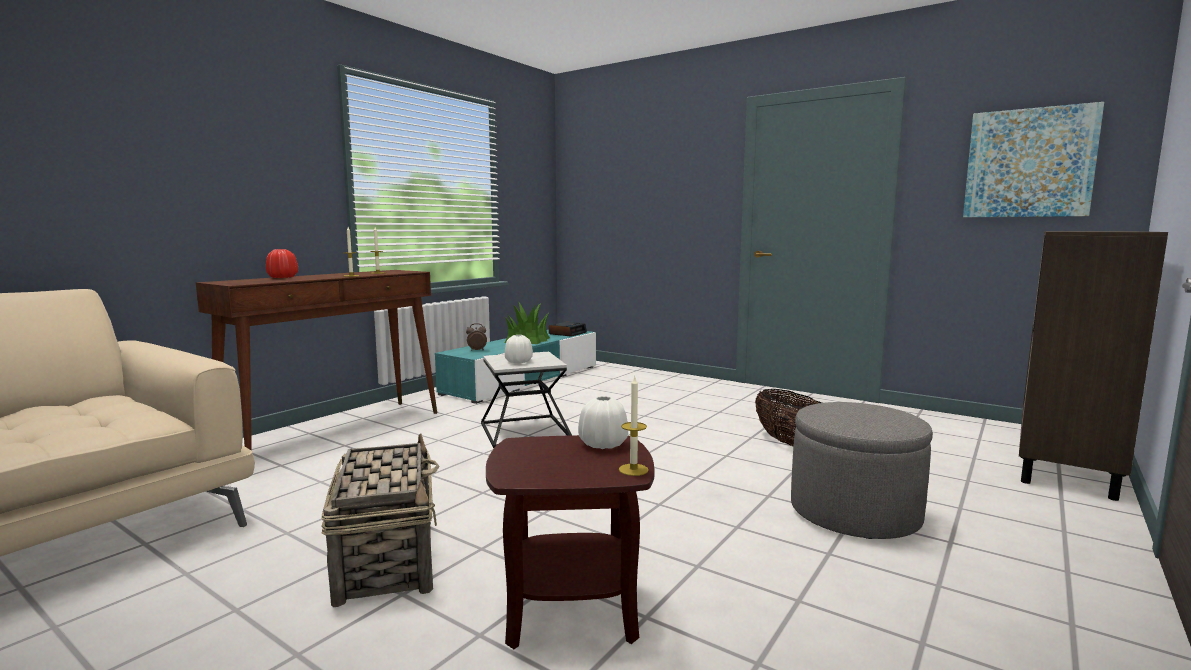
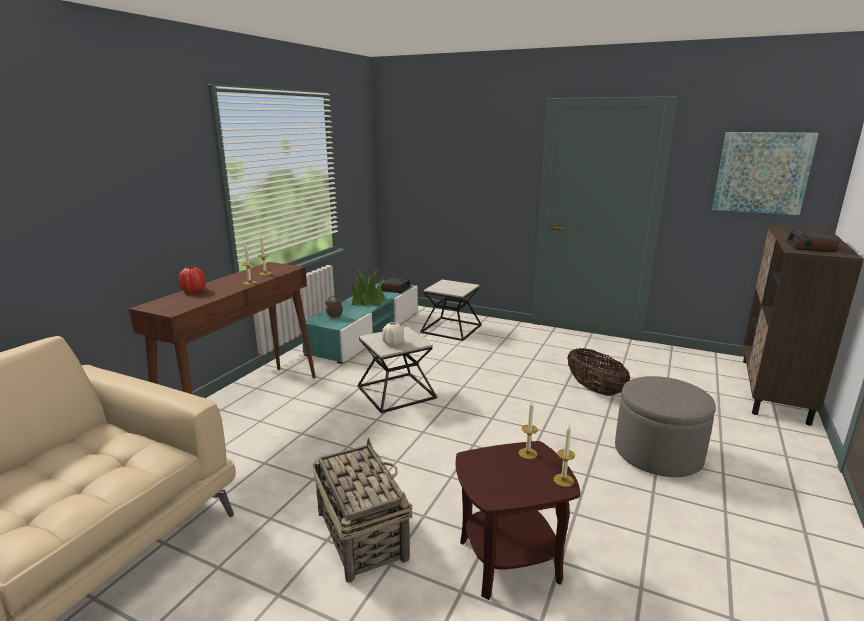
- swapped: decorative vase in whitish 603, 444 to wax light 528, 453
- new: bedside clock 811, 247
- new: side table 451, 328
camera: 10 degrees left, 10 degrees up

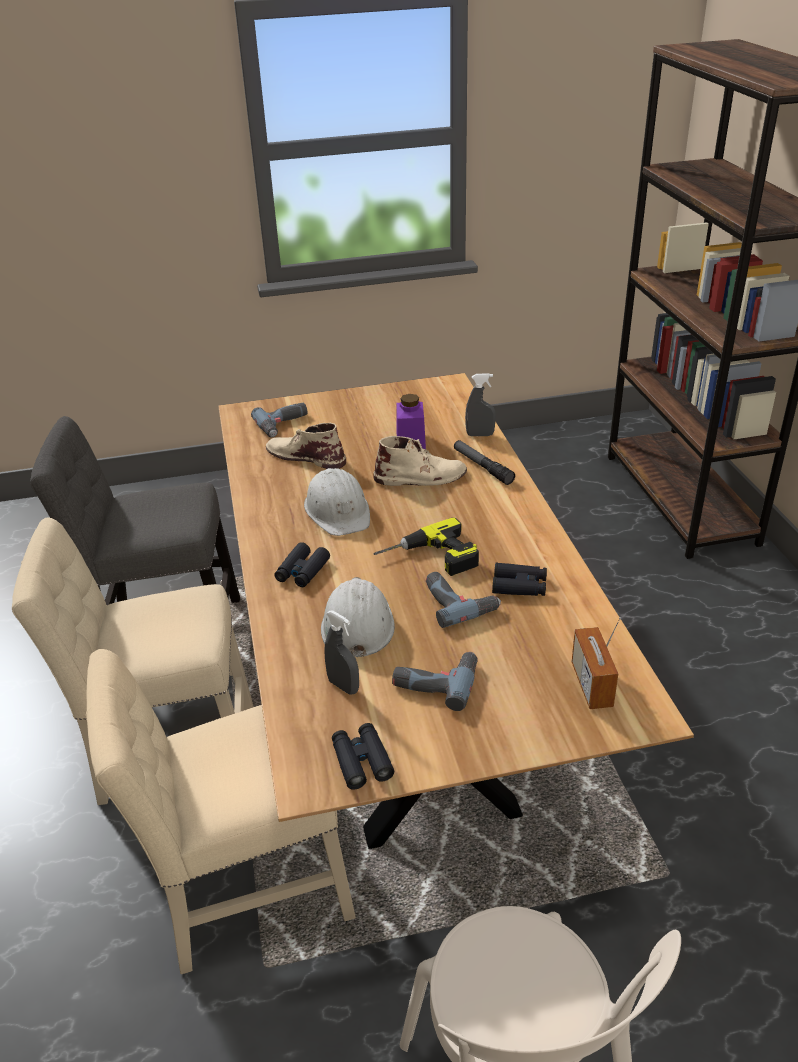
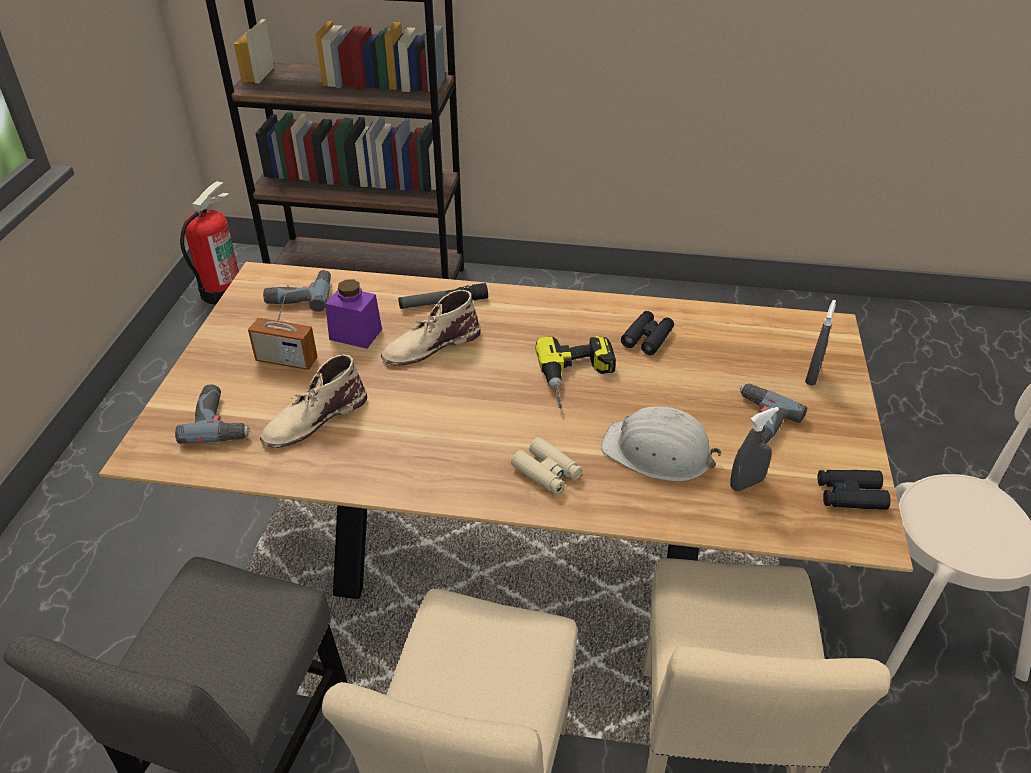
- shifted: spray bottle in grey 480, 435 to 812, 376
- rotated: high-top boot in beige-coloured 421, 477 = 430, 345 135 degrees counterclockwise
- gone: hard hat in whitish 338, 510
- repainted: field glasses in blackish 302, 571 to field glasses in beige-coloured 547, 472
- shifted: power drill 458, 602 to 300, 295
- shifted: radio receiver 591, 685 to 286, 360
- new: fire extinguisher 222, 291
camera: 70 degrees left, 5 degrees up

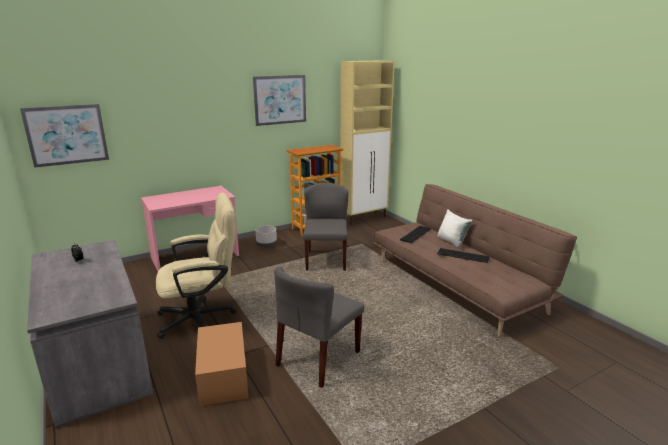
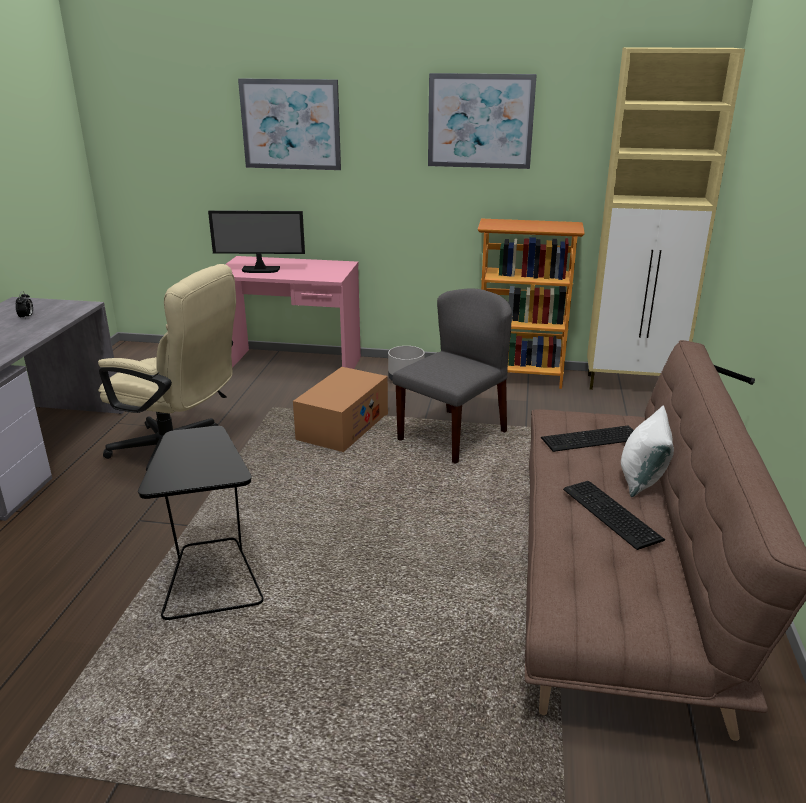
- shifted: picture 67, 135 to 291, 124
- swapped: upright chair in grey 318, 359 to side table in blackish 211, 578
- shifted: carton 223, 375 to 343, 427
- new: computer display 260, 270
camera: 40 degrees right, 5 degrees up

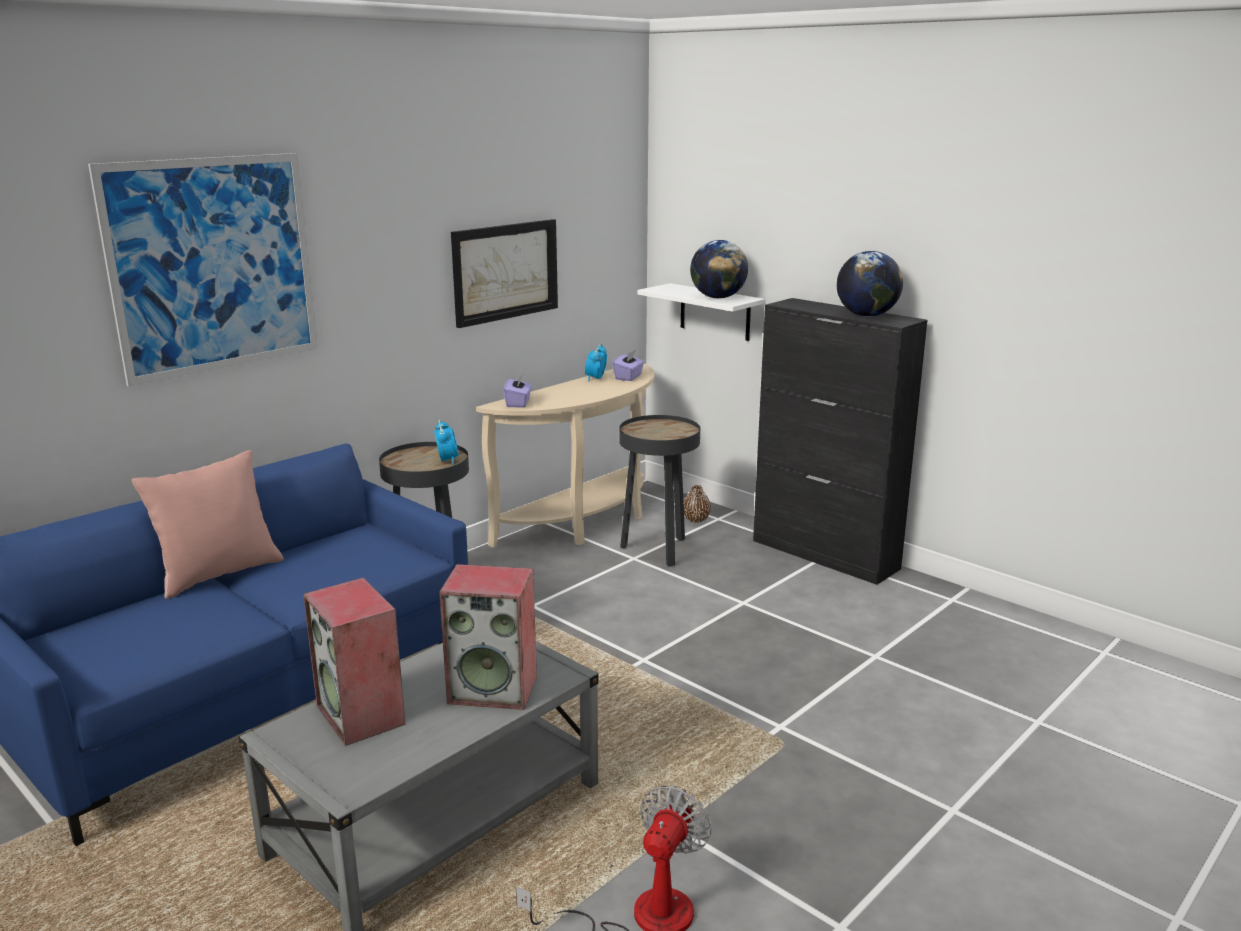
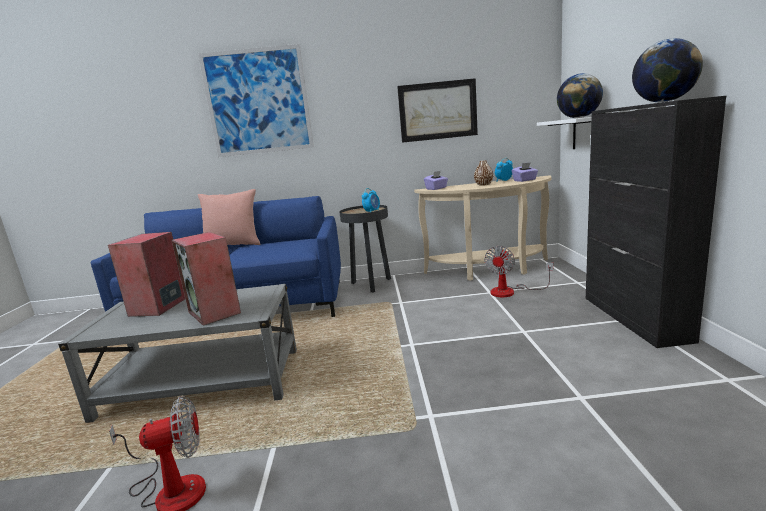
- swapped: side table in blackish 658, 550 to cooling fan 510, 291
- shifted: decorative vase in brown 696, 519 to 483, 184
camera: 45 degrees right, 5 degrees down

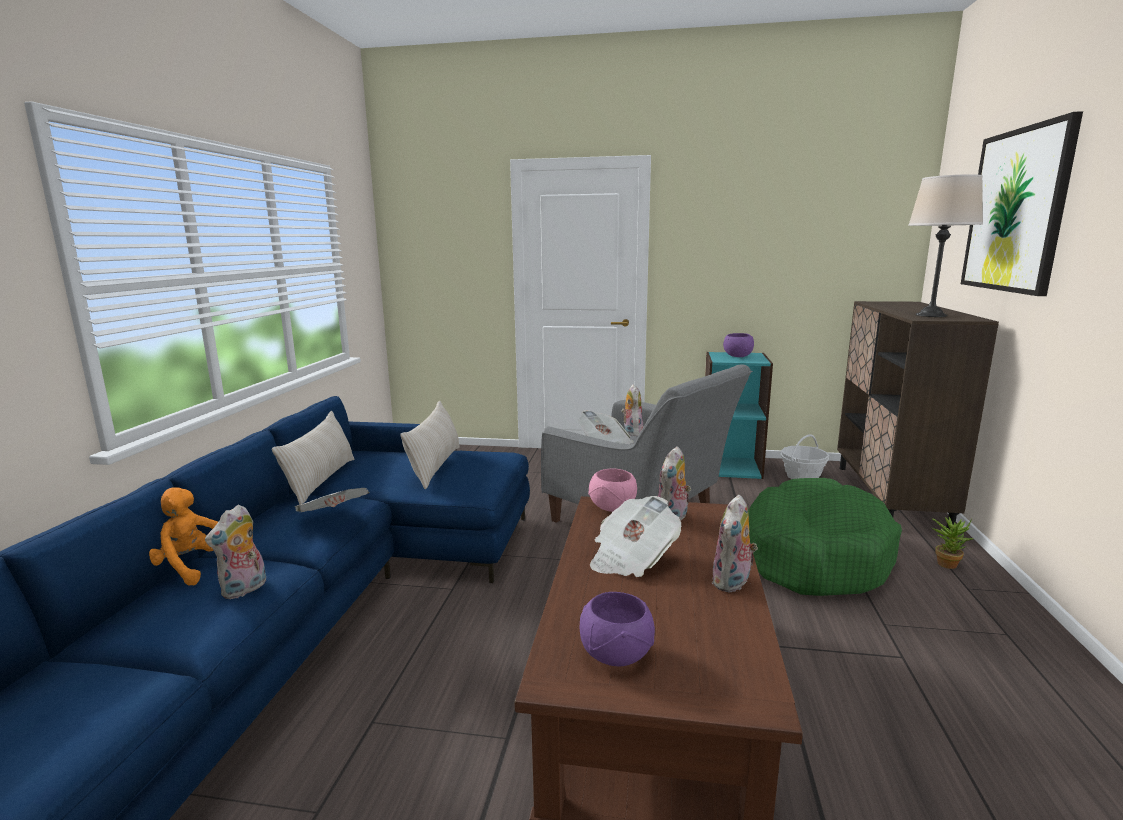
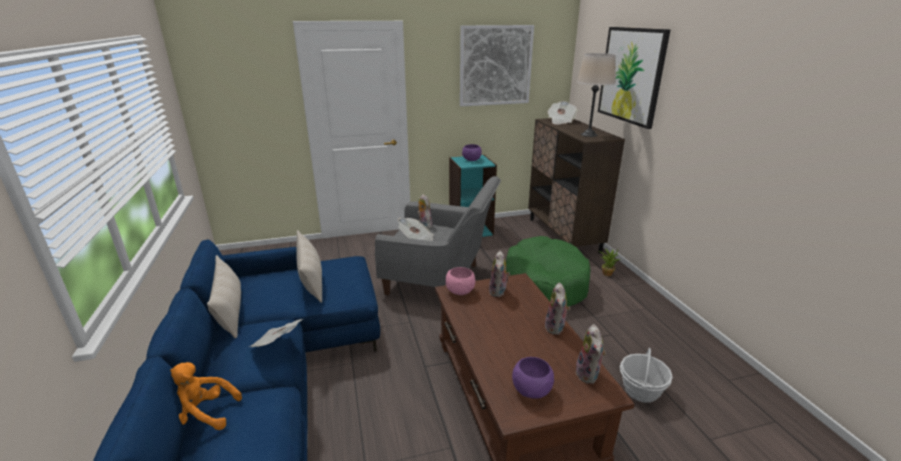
- shifted: household basket 802, 477 to 641, 390
- shifted: printed paper 631, 558 to 560, 121
- shifted: soft toy 244, 590 to 589, 375
- new: picture 495, 66
camera: 25 degrees left, 10 degrees up

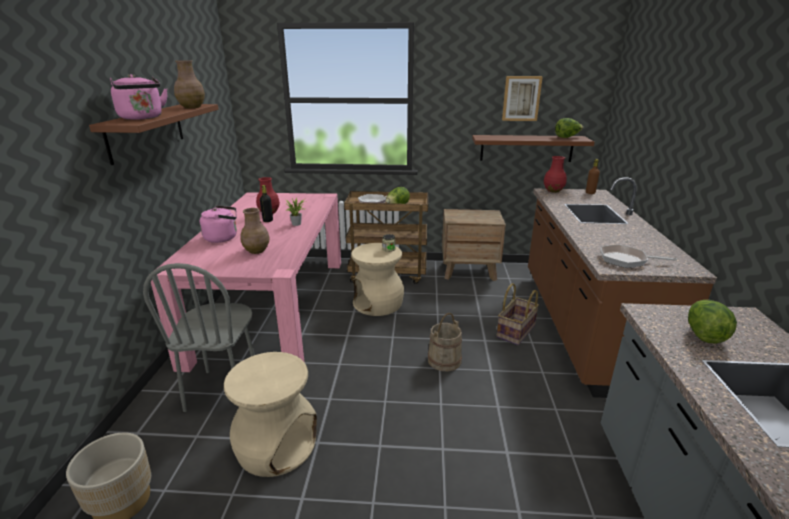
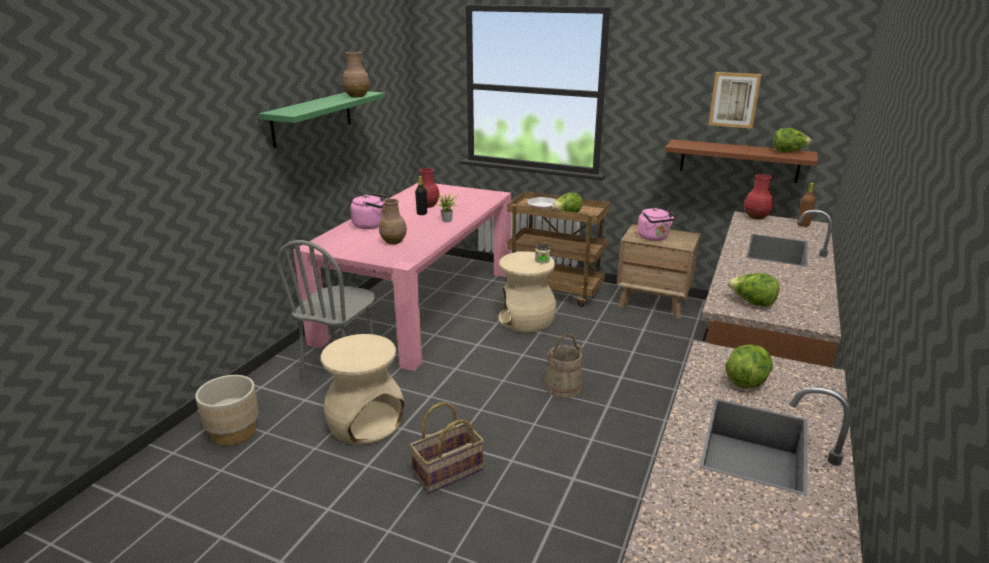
- shifted: kettle in pinkish 142, 118 to 654, 237
- repainted: shelf in brown 146, 131 to shelf in greenish 312, 118
- swapped: frying pan 626, 260 to lettuce 752, 303
- shifted: household basket 516, 332 to 448, 473
camera: 20 degrees right, 0 degrees up

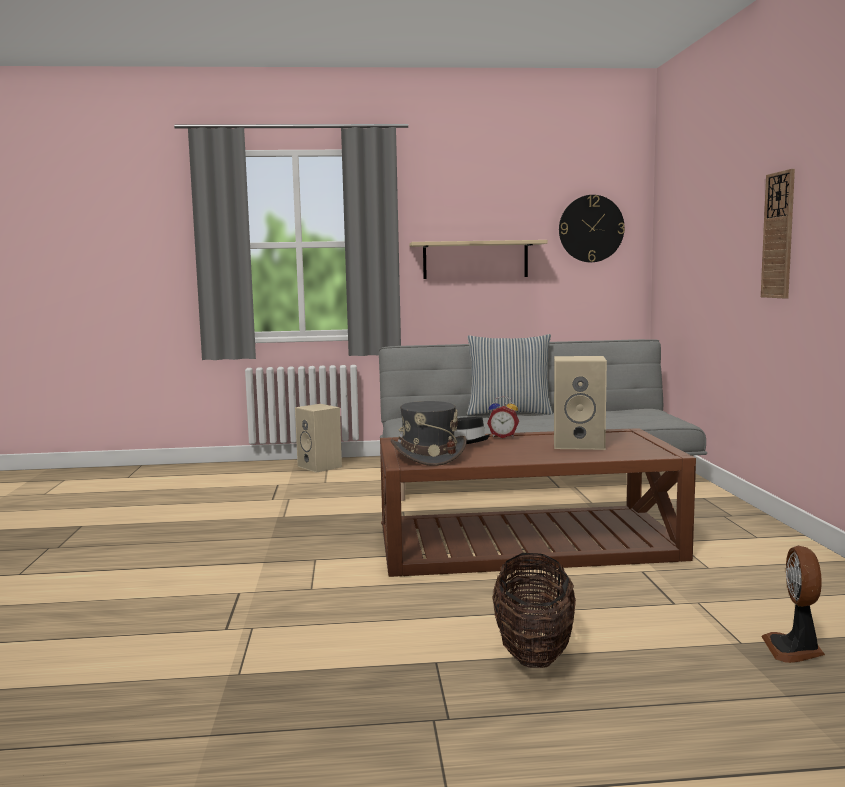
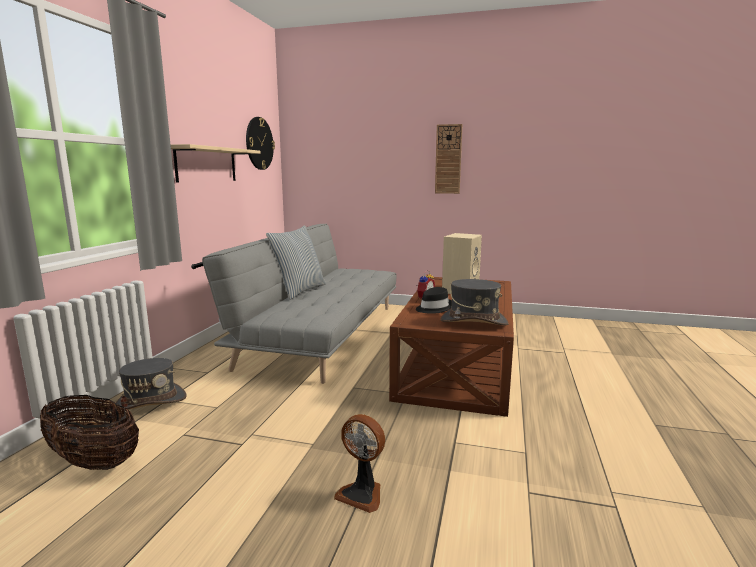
- swapped: audio speaker in beige-coloured 321, 467 to clothing hat in grey 151, 401
- shifted: cooling fan 794, 649 to 362, 494
- shifted: household basket 533, 652 to 94, 461
camera: 70 degrees left, 5 degrees up

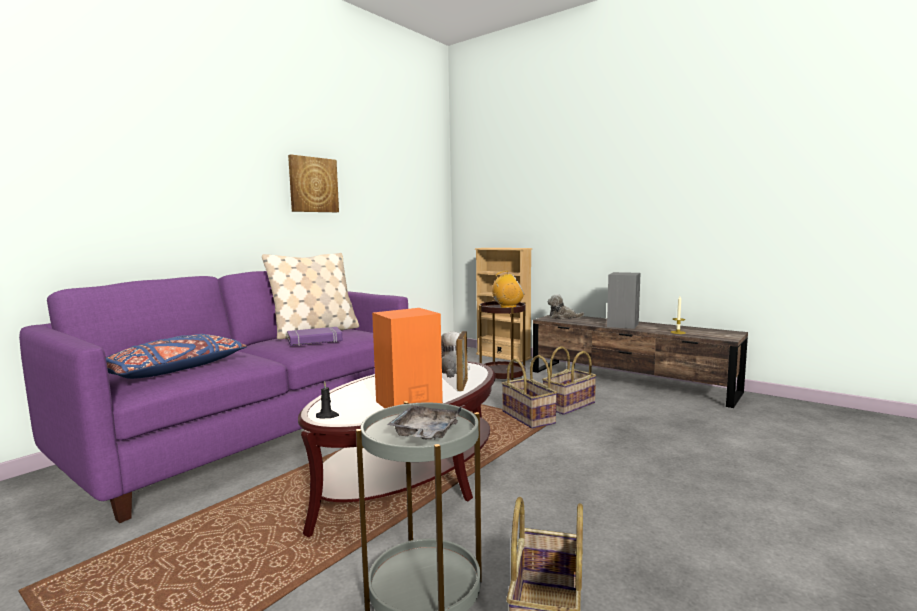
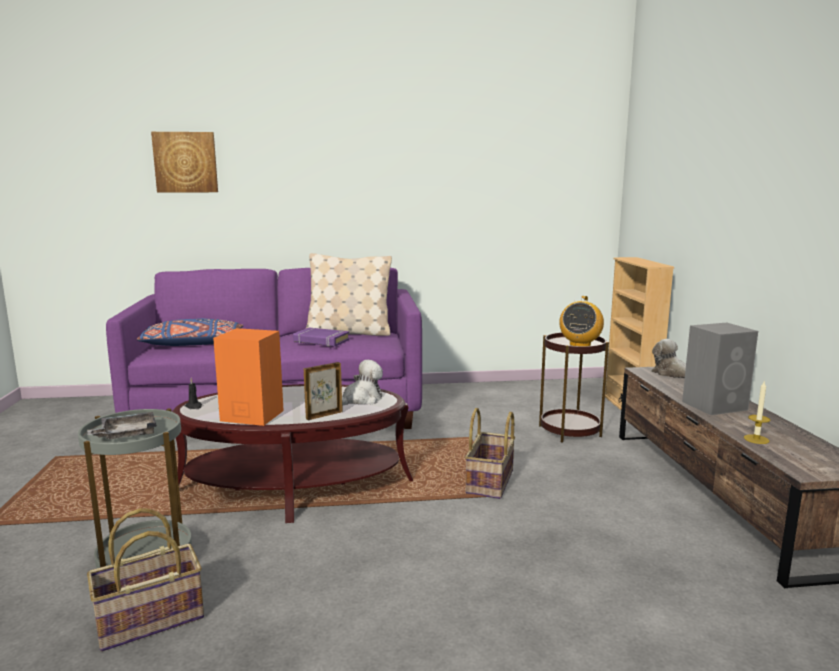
- shifted: picture 313, 185 to 185, 162
- rotated: radio receiver 508, 307 = 580, 345 75 degrees clockwise
- gone: household basket 569, 405
camera: 45 degrees right, 5 degrees up

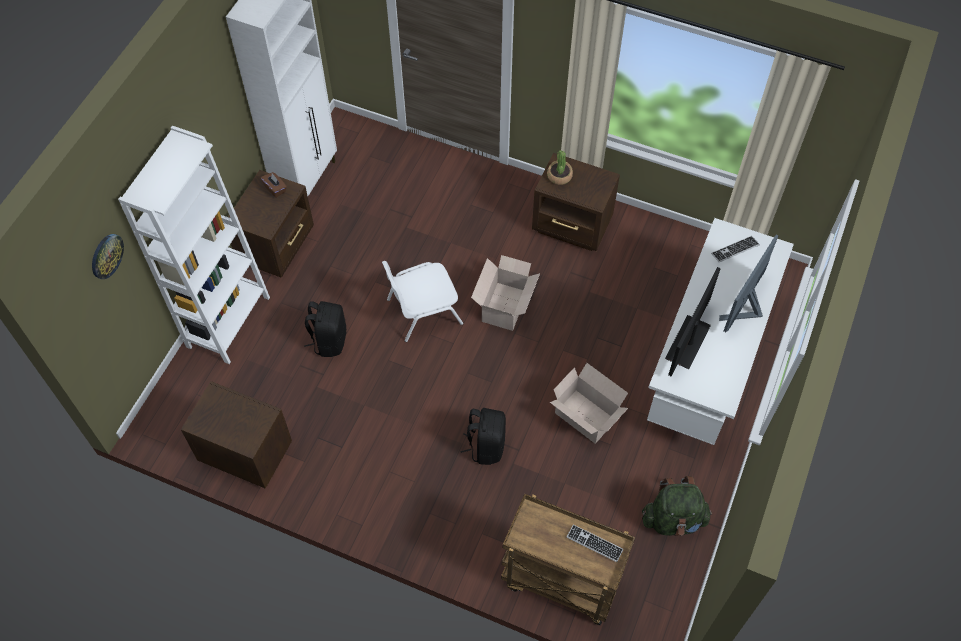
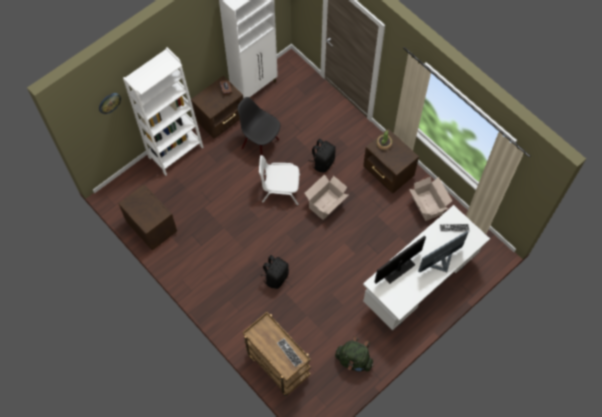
- shifted: rucksack in blackish 329, 340 to 323, 162
- shifted: carton 586, 418 to 427, 206
- new: upright chair in blackish 260, 143
camera: 25 degrees right, 5 degrees up

